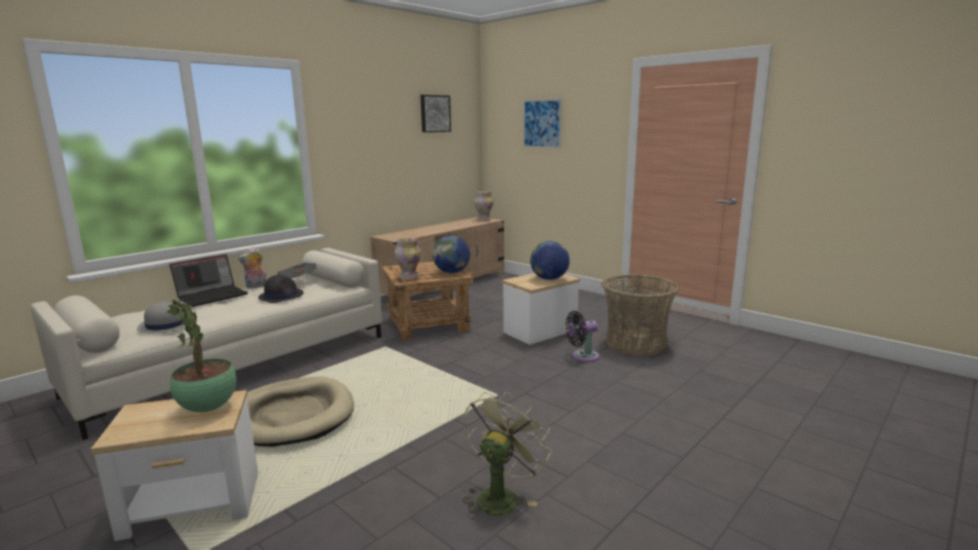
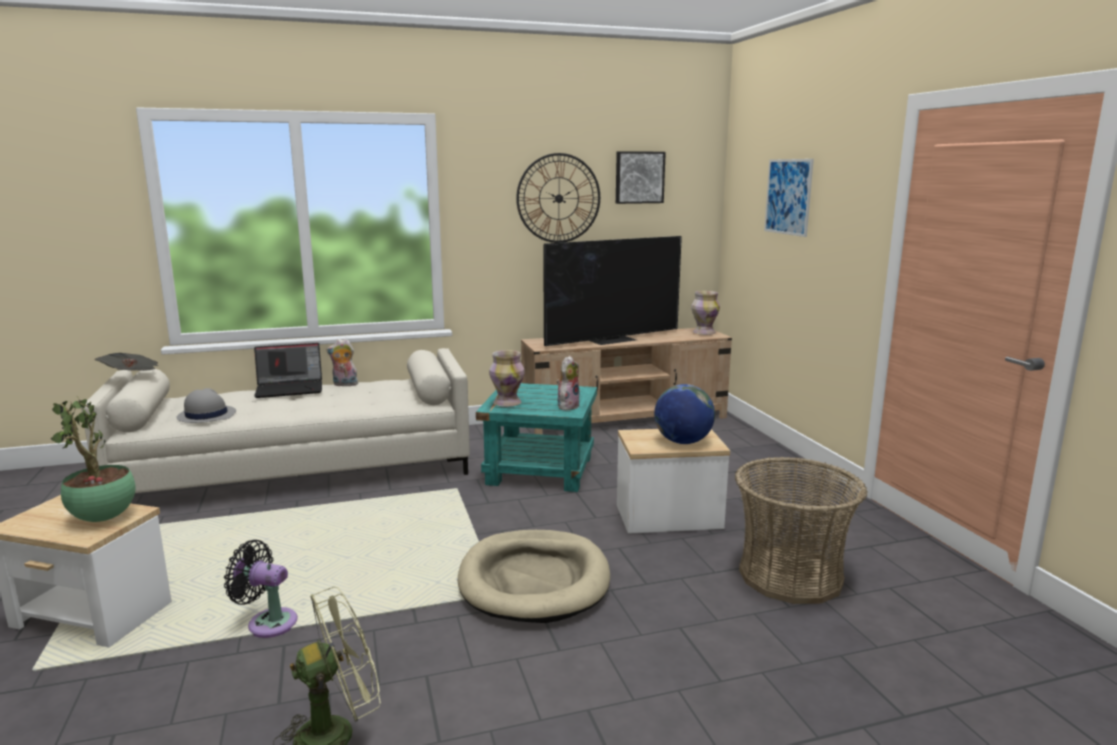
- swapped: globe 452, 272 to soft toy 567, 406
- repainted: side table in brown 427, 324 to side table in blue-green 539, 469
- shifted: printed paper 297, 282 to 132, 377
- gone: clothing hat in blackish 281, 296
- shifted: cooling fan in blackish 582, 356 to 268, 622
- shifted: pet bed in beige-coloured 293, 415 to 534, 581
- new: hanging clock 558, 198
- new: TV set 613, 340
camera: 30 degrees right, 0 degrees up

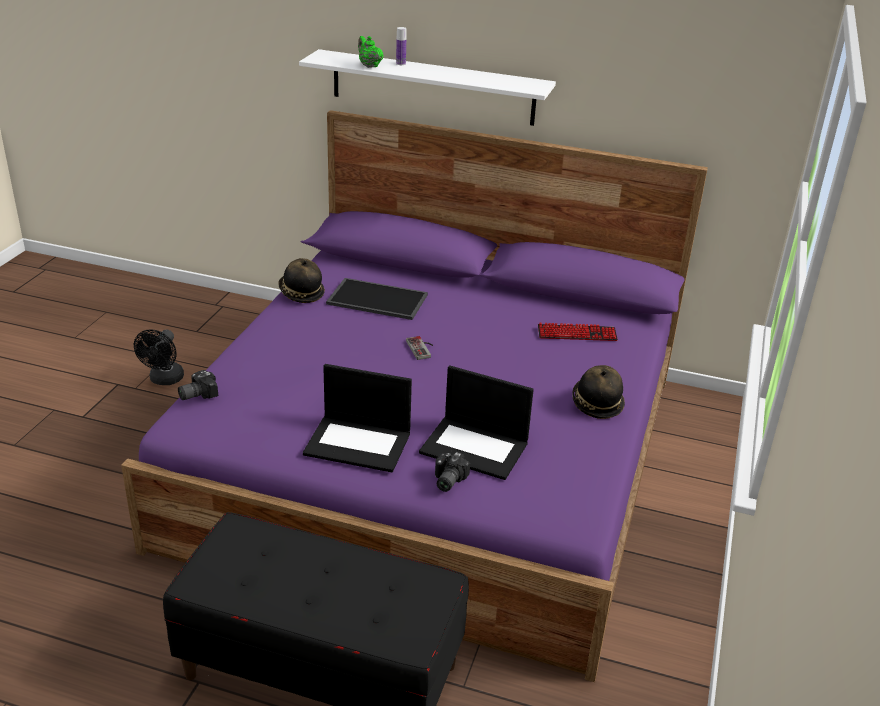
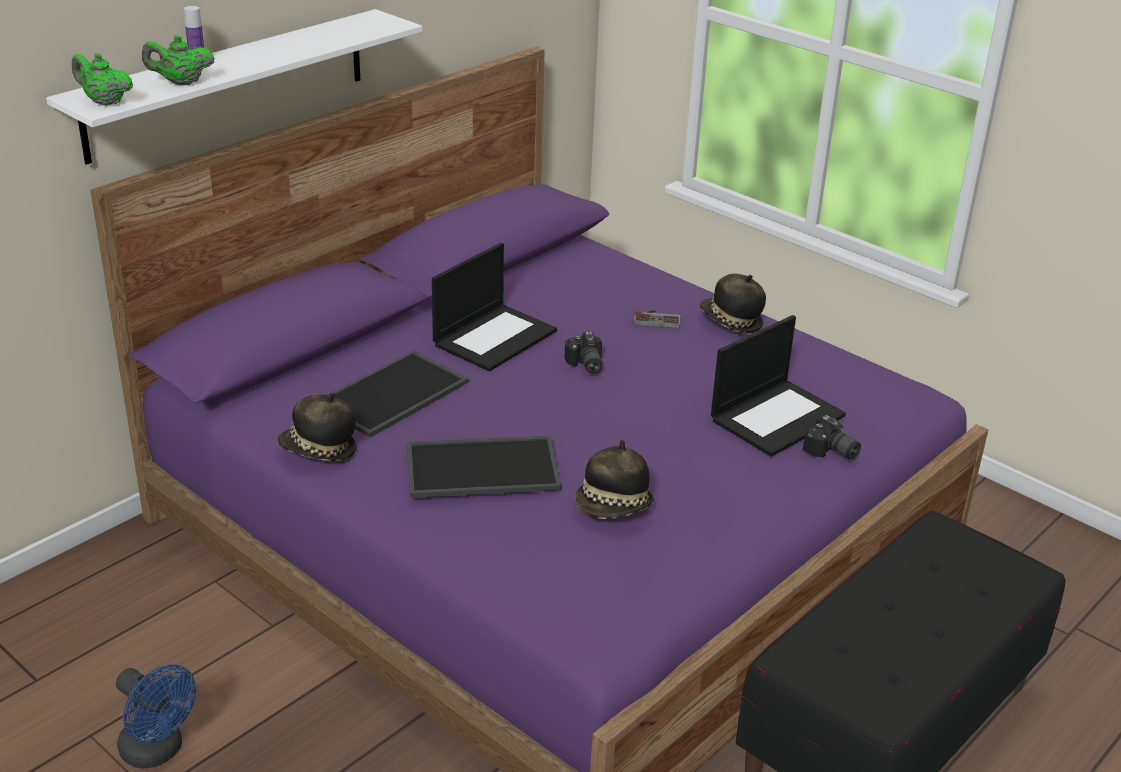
- gone: computer keyboard 577, 334
- repainted: cooling fan in blackish 164, 380 to cooling fan in blue-coloured 158, 751
- shifted: gamepad 422, 348 to 657, 318
- shifted: laptop 359, 443 to 494, 337
- shifted: still camera 196, 394 to 585, 365
- new: tea pot in greenish 104, 102
- new: tray 483, 466
- new: clothing hat 614, 508
camera: 65 degrees left, 0 degrees up

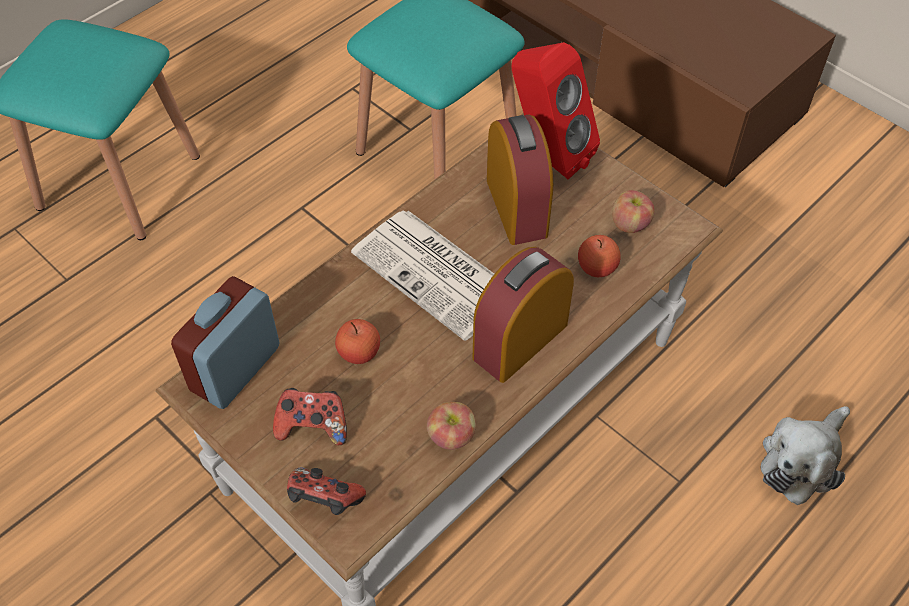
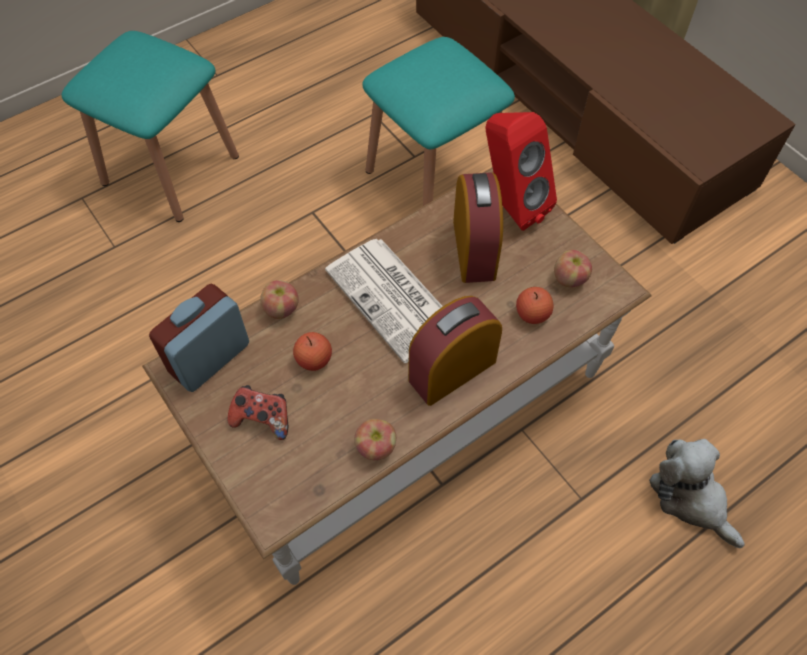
- rotated: soft toy 801, 460 = 690, 498 90 degrees clockwise
- gone: gamepad 325, 502
- new: whole apple 281, 308
camera: 10 degrees right, 5 degrees up

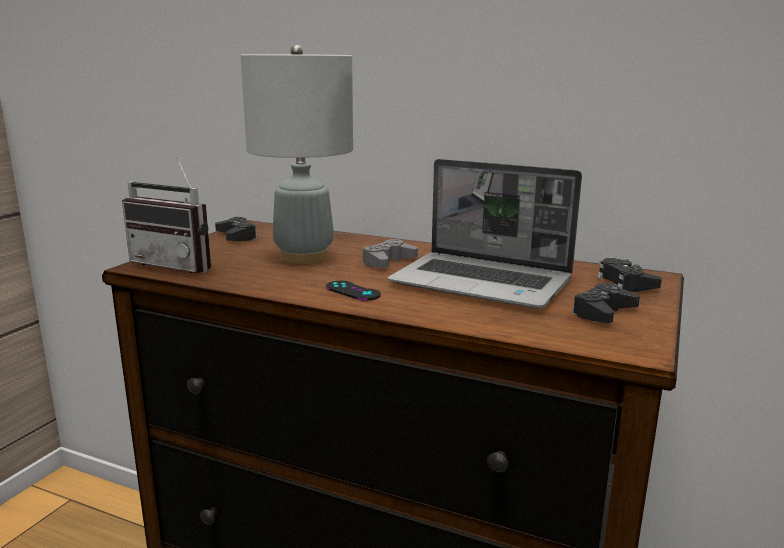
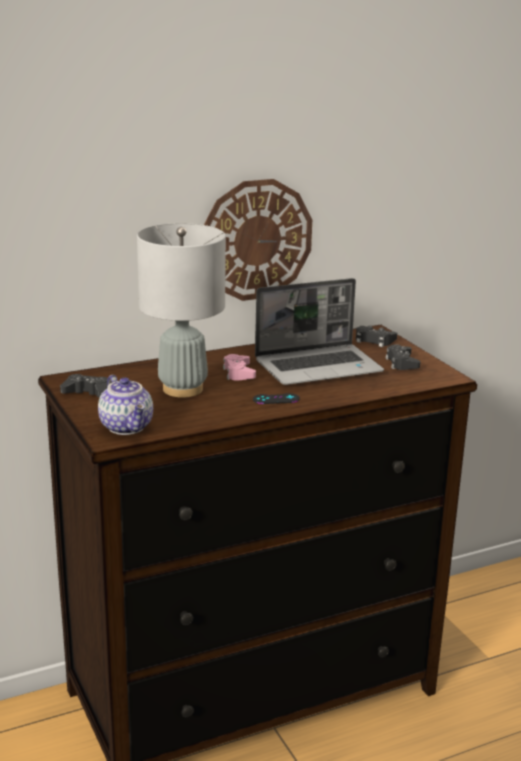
- swapped: radio receiver 178, 264 to tea pot 128, 427
- repainted: gamepad in grey 388, 262 to gamepad in pinkish 238, 373
- new: hanging clock 256, 240
camera: 50 degrees left, 5 degrees up

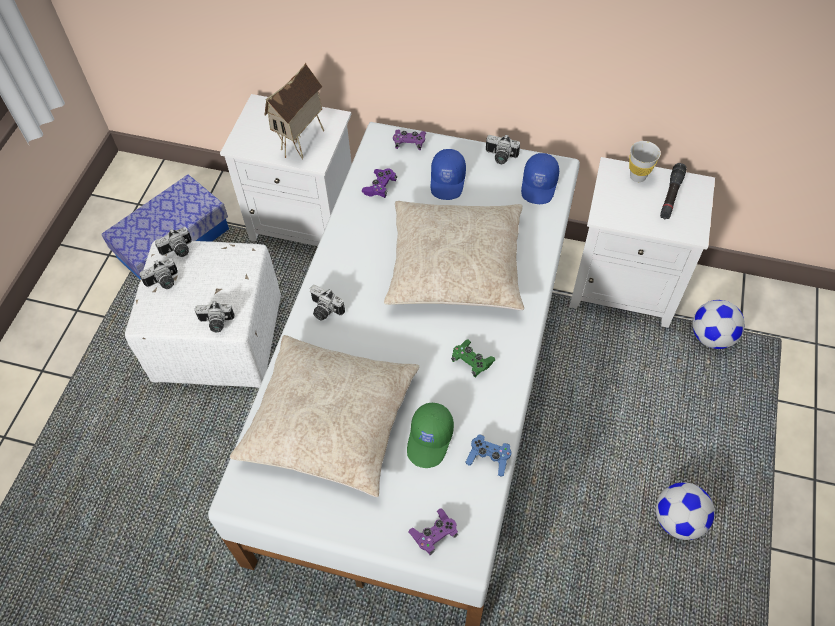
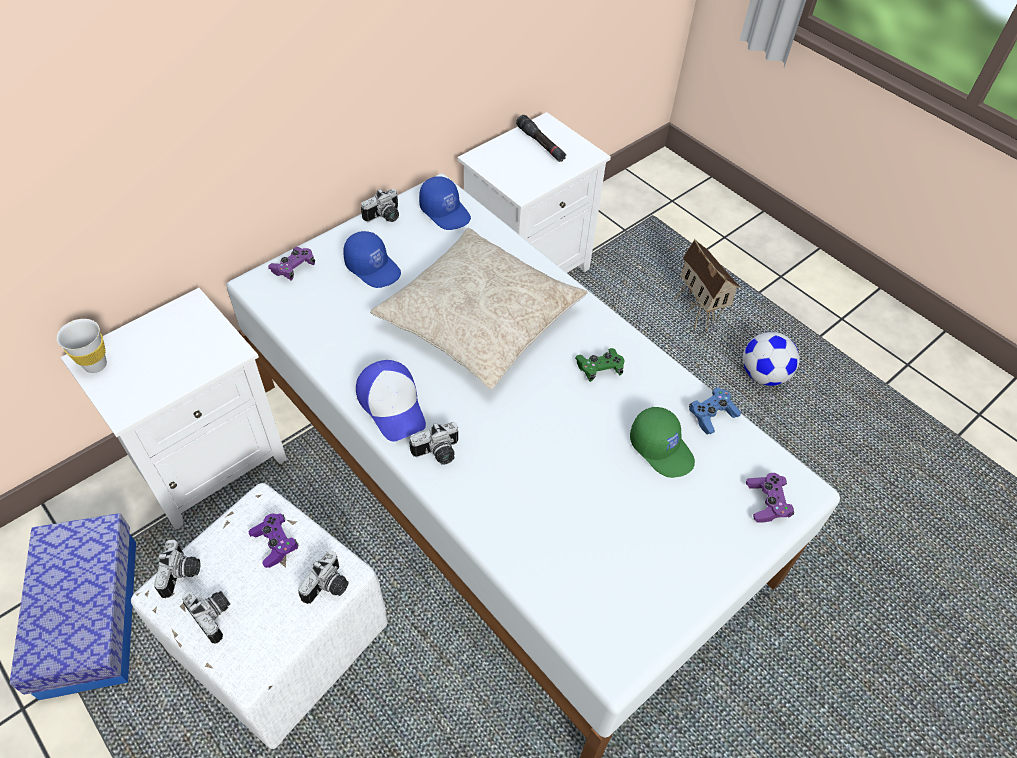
- shifted: toy house 303, 144 to 697, 314
- shifted: small cup in whitish 637, 176 to 95, 365
- shifted: gamepad in purplish 380, 187 to 275, 544
- rotated: still camera 164, 282 = 215, 616 45 degrees counterclockwise
- gone: ball for football 711, 337
- gone: pillow in beige-coloured 329, 421
- new: cap 392, 405
camera: 60 degrees left, 5 degrees down

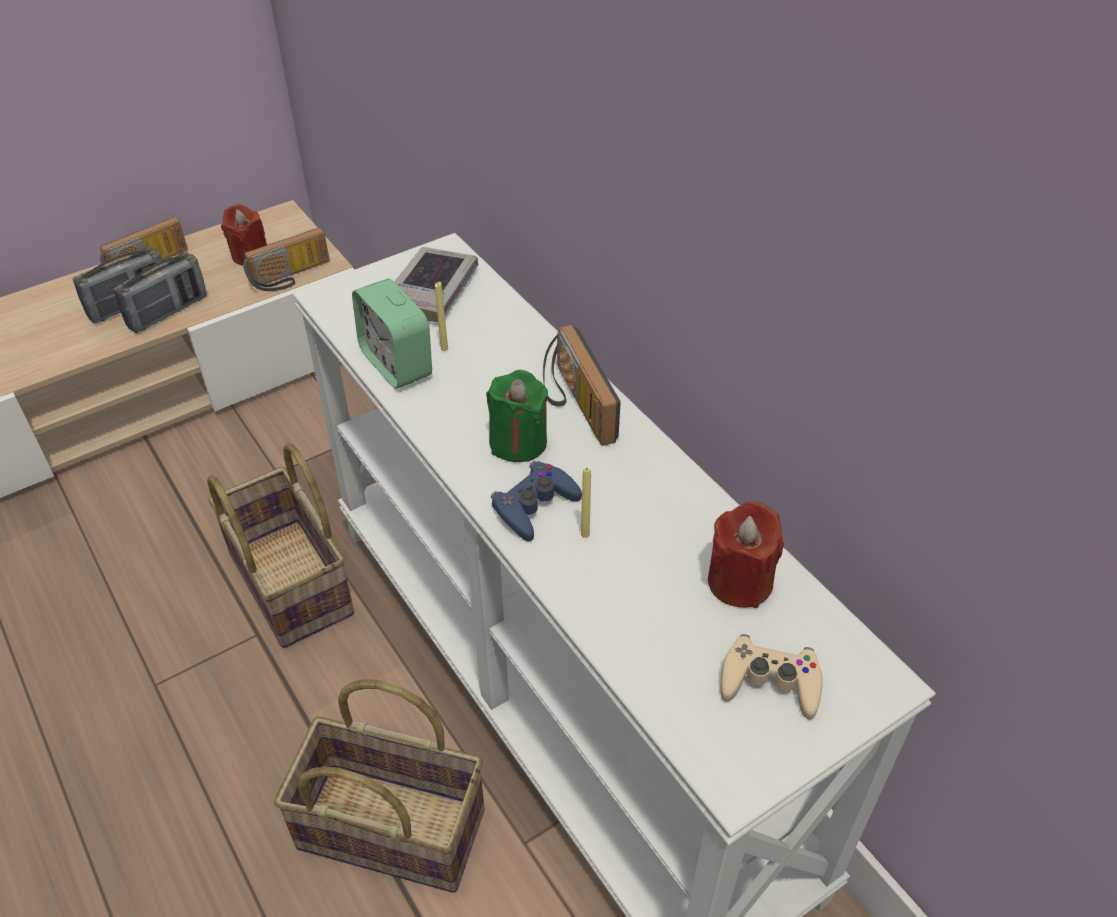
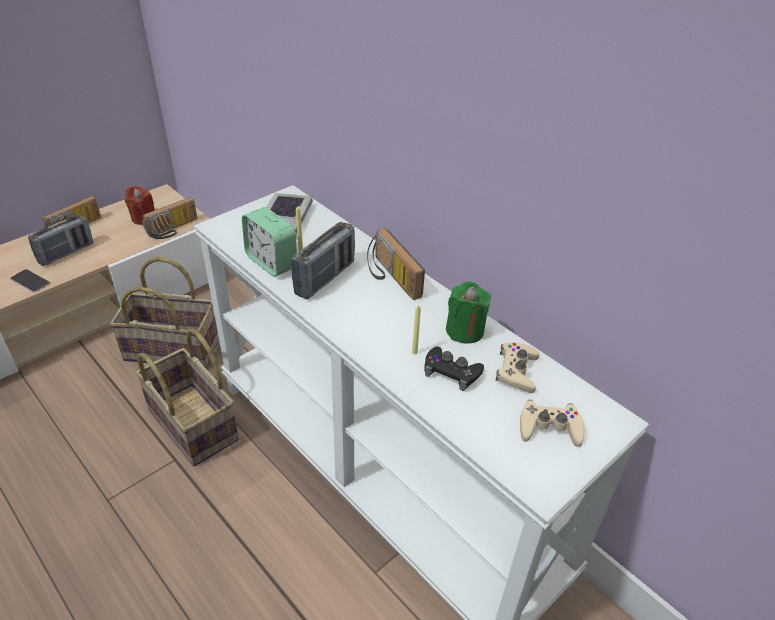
- shifted: radio receiver 168, 312 to 325, 278
- shifted: wax light in greenish 518, 442 to 465, 330
- gone: gamepad in blue-coloured 534, 506
- swapped: wax light in reddish 739, 581 to gamepad in beige-coloured 516, 371
- shifted: household basket 393, 826 to 173, 348
- new: telephone 30, 281
- new: gamepad in blackish 451, 372
camera: 10 degrees left, 5 degrees down

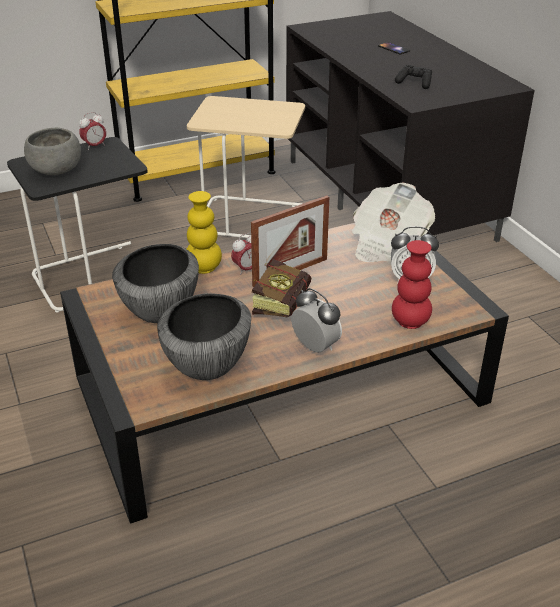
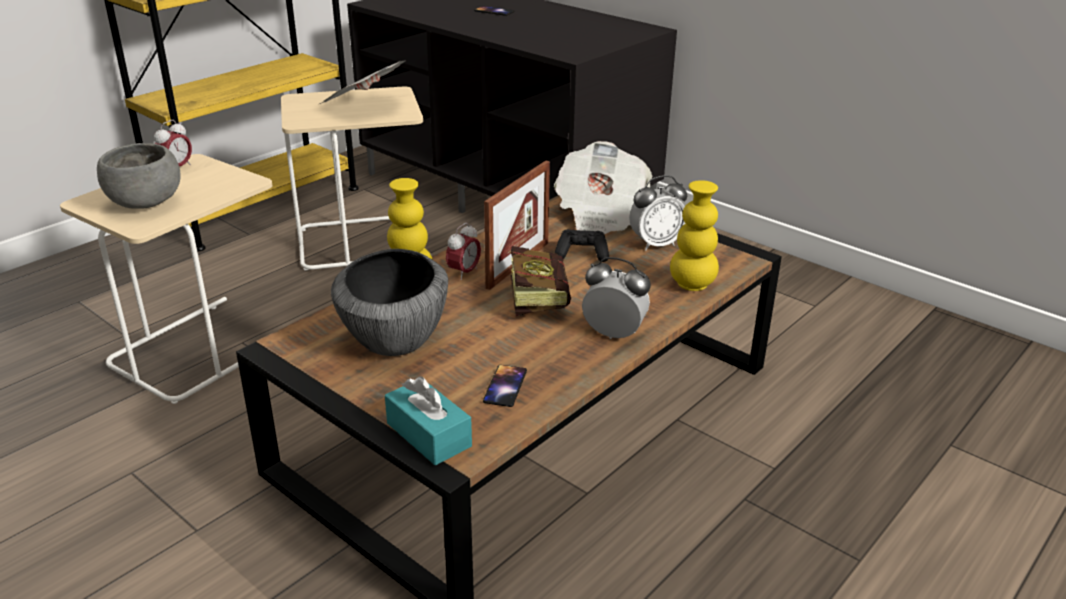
- shifted: gamepad in blackish 414, 83 to 582, 254
- repainted: side table in blackish 95, 276 to side table in beige-coloured 202, 347
- repainted: decorative vase in reddish 410, 322 to decorative vase in yellow-coloured 692, 285
- swapped: serving bowl 207, 366 to telephone 505, 386
- new: printed paper 363, 105
- new: tissue box in blue-green 429, 435
camera: 25 degrees left, 5 degrees down

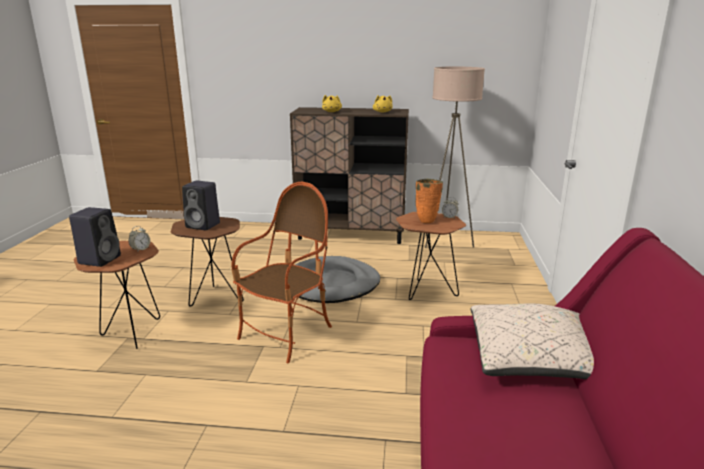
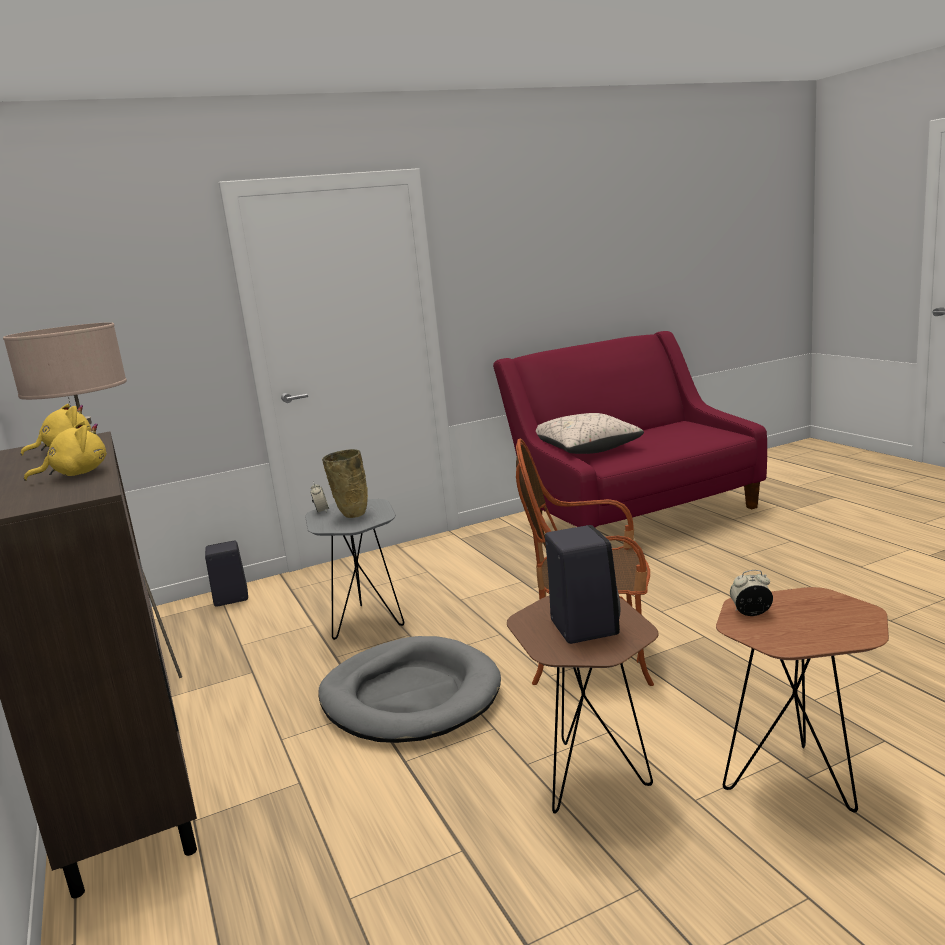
- repainted: decorative vase in orange-coloured 427, 221 to decorative vase in beige-coloured 351, 515
- shifted: audio speaker in blackish 100, 259 to 229, 598
- repainted: side table in brown 426, 292 to side table in grey 366, 624
camera: 120 degrees left, 5 degrees down

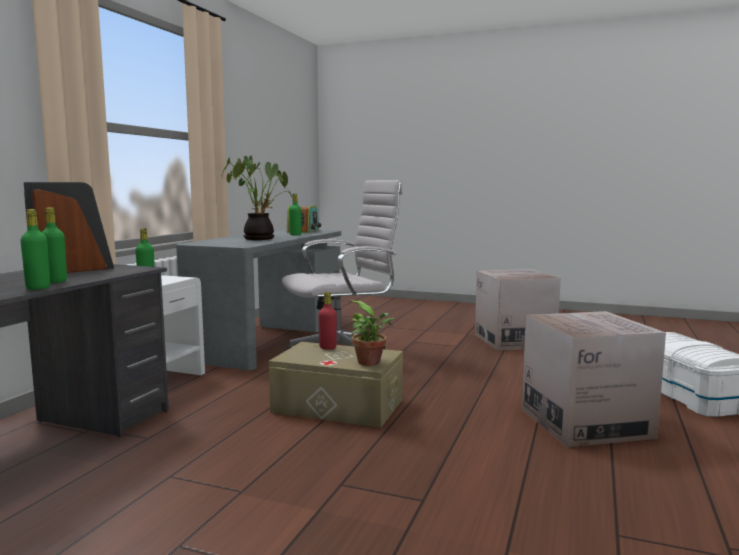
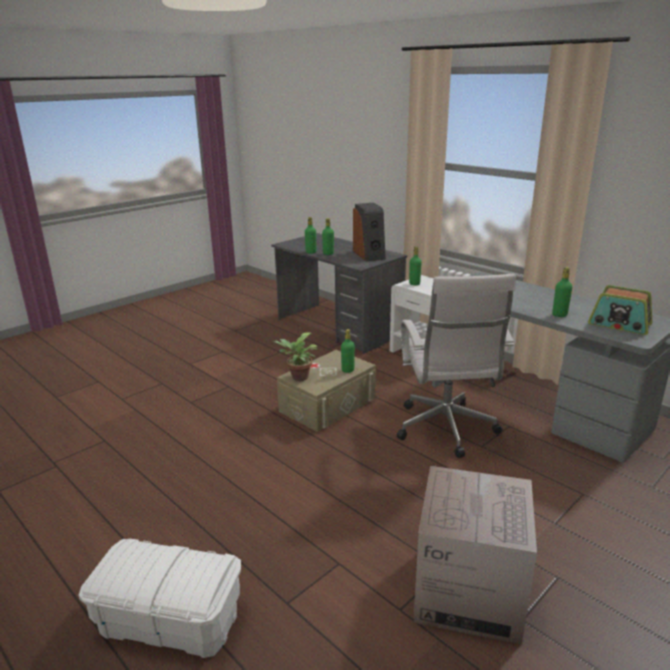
- gone: houseplant 260, 238
- repainted: beverage bottle in reddish 327, 347 to beverage bottle in greenish 347, 370
- gone: carton 585, 423
camera: 115 degrees right, 15 degrees up

